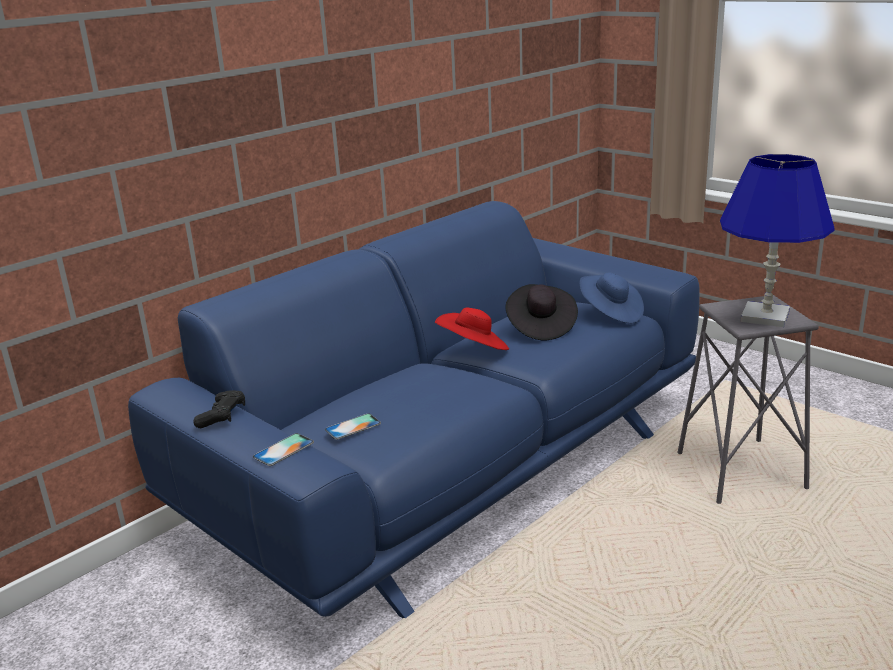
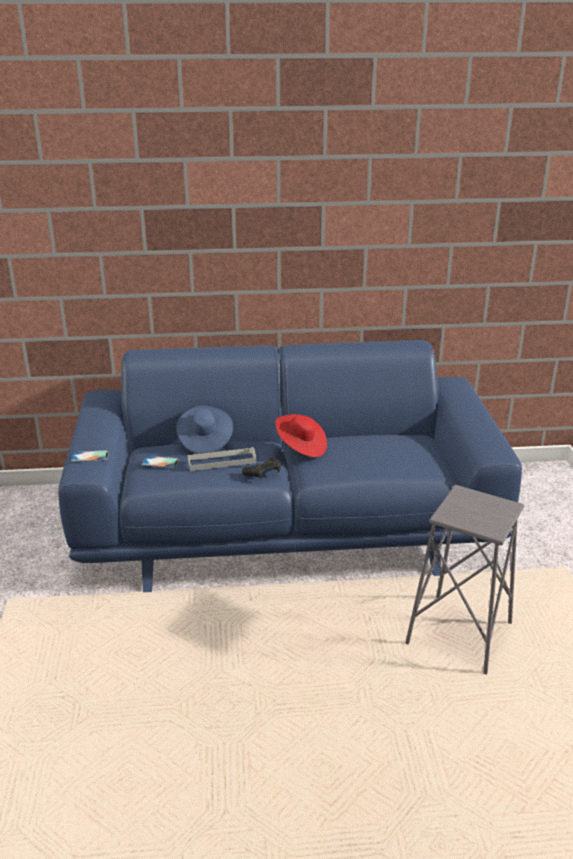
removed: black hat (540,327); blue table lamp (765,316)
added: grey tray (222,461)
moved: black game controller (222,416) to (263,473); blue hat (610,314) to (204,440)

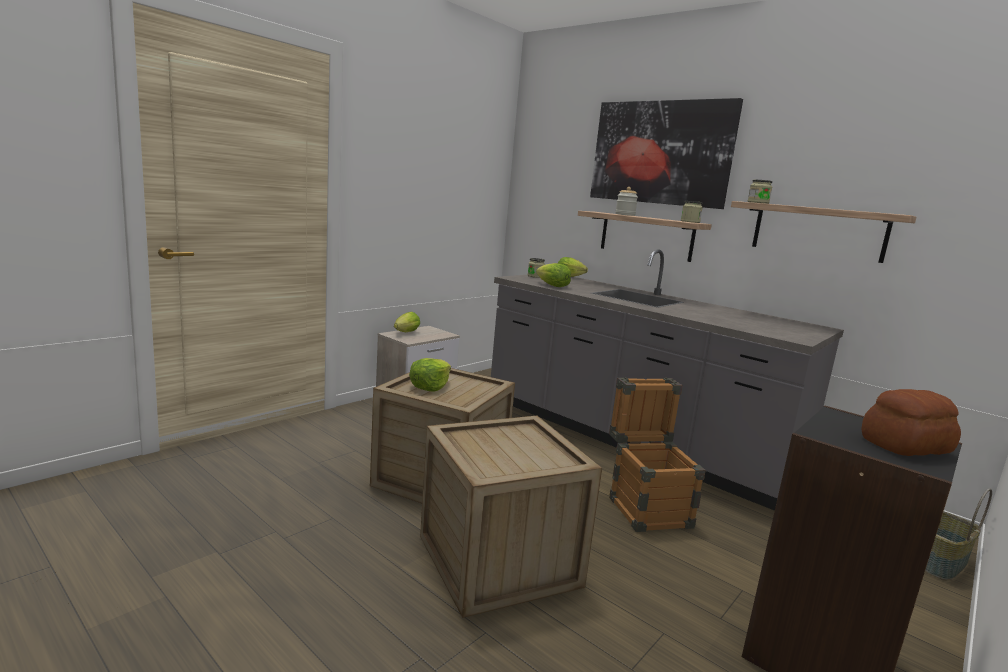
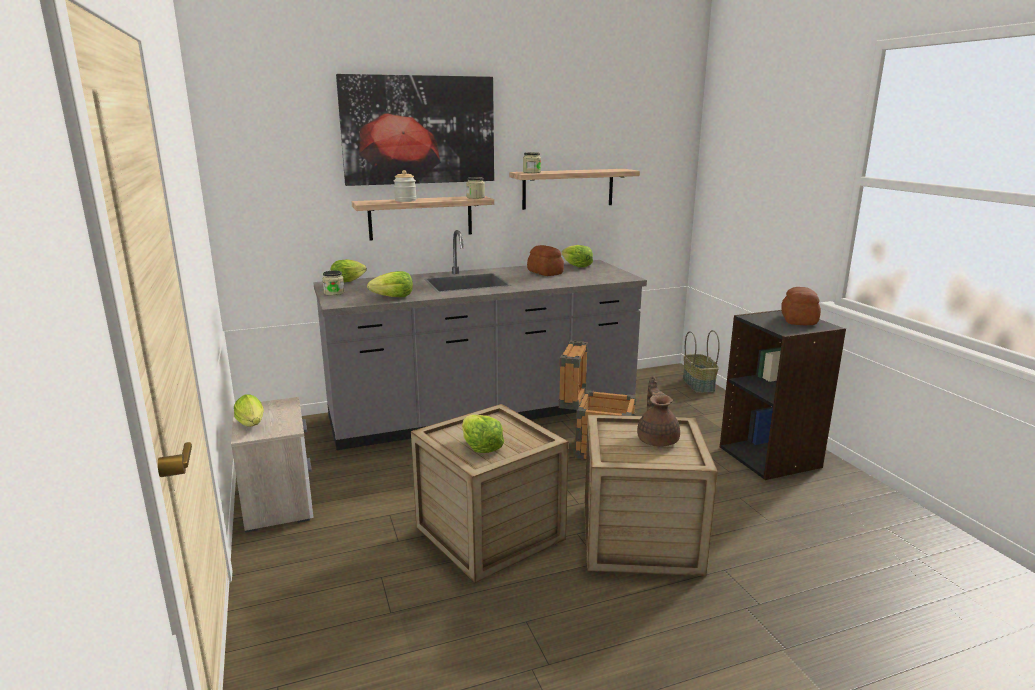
added: bread (545,272); lettuce (576,266); brown teapot (657,439)

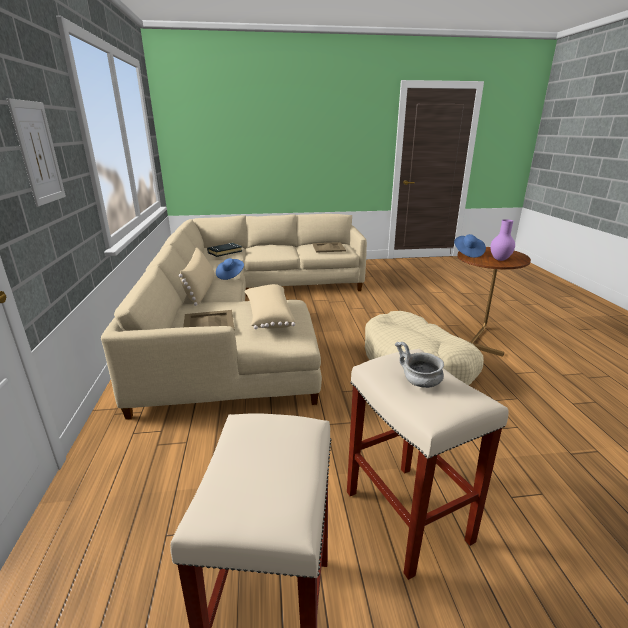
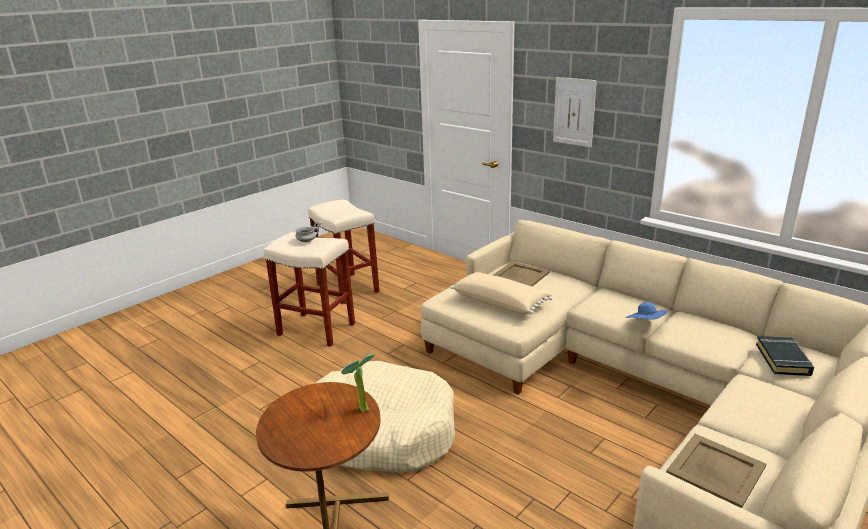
removed: beige pillow (200,290); purple vase (499,259)
replaced: blue hat (468,253) to potted plant (361,409)

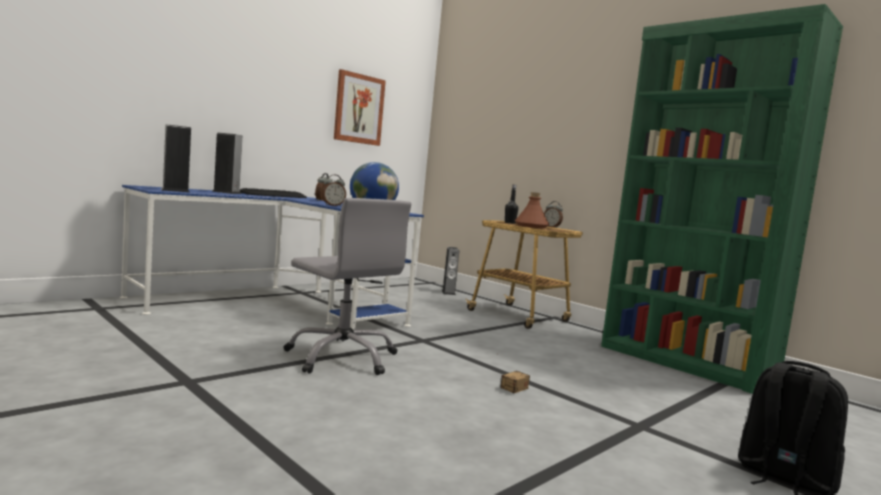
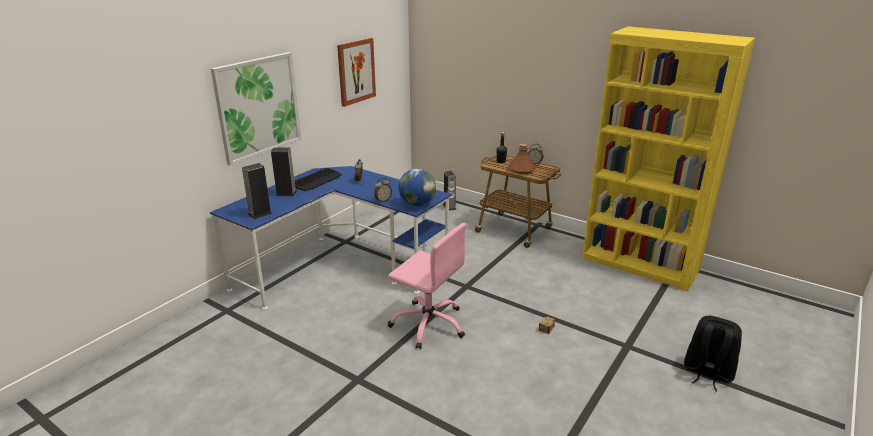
added: picture (258,107)
recoloured: grey office chair (342,357) to pink office chair (429,324); green bookcase (686,363) to yellow bookcase (640,264)

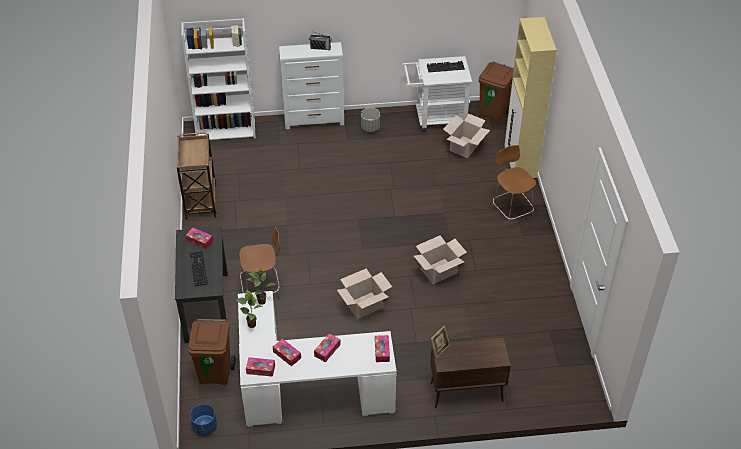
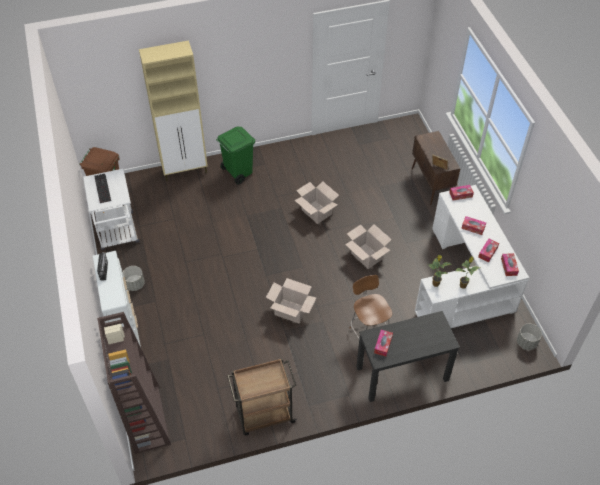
removed: brown trash can (216,373); keyboard (197,268)
moved: cardboard box (464,147) to (291,311)
replaced: brown chair (511,211) to green trash can (238,172)
recoloured: white bookcase (226,129) to brown bookcase (146,418); blue planter (204,427) to grey planter (526,343)

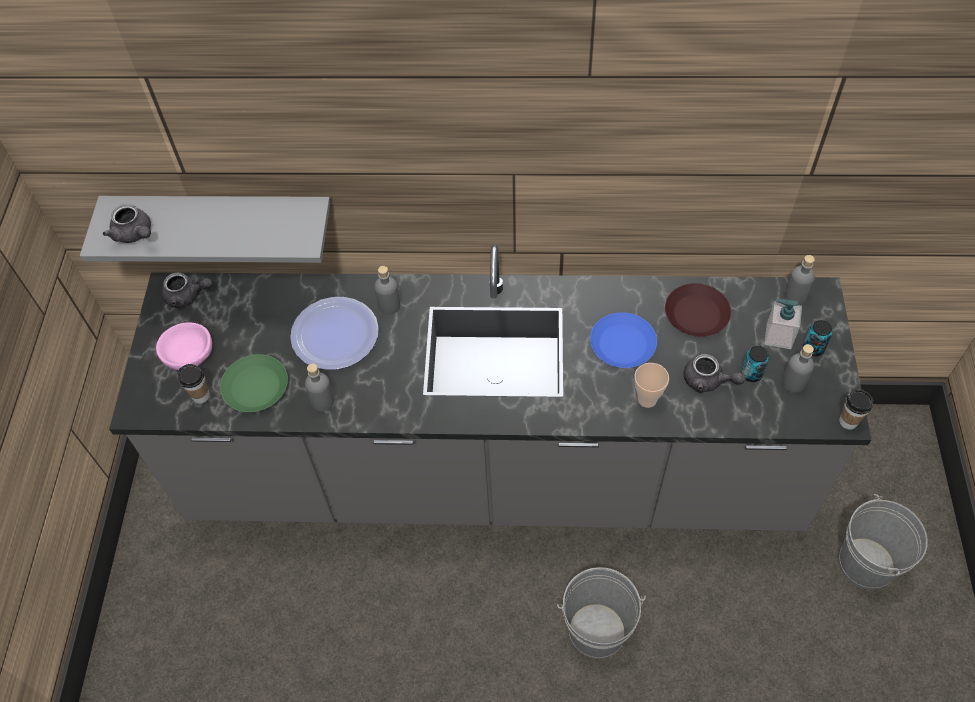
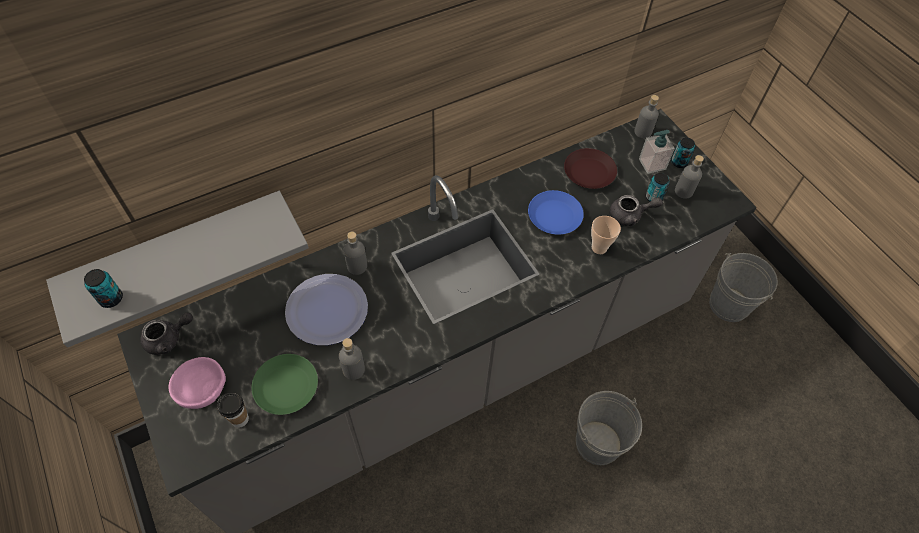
removed: cup (848,421)
replaced: grey teapot (135,234) to can (111,298)

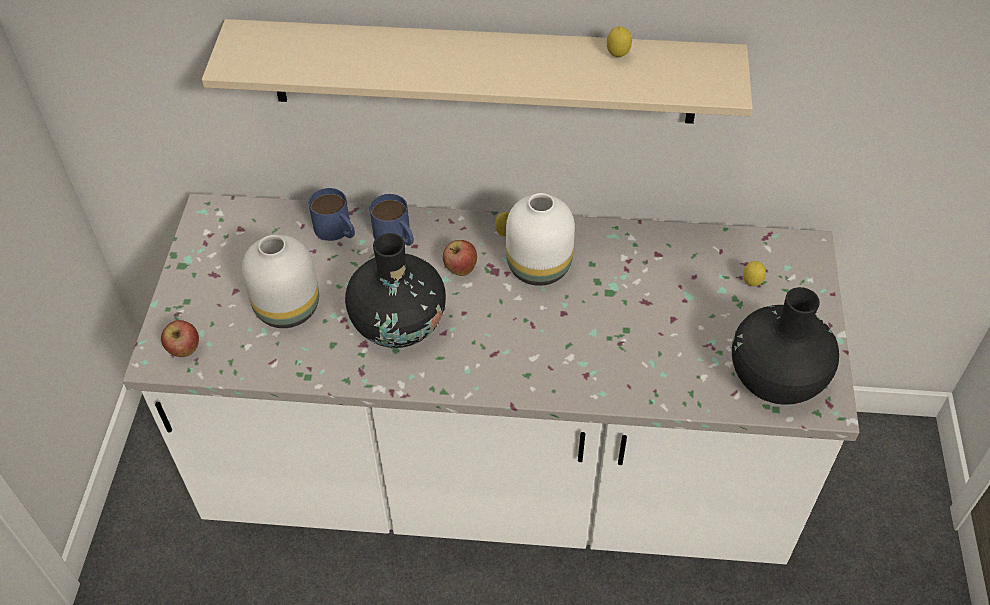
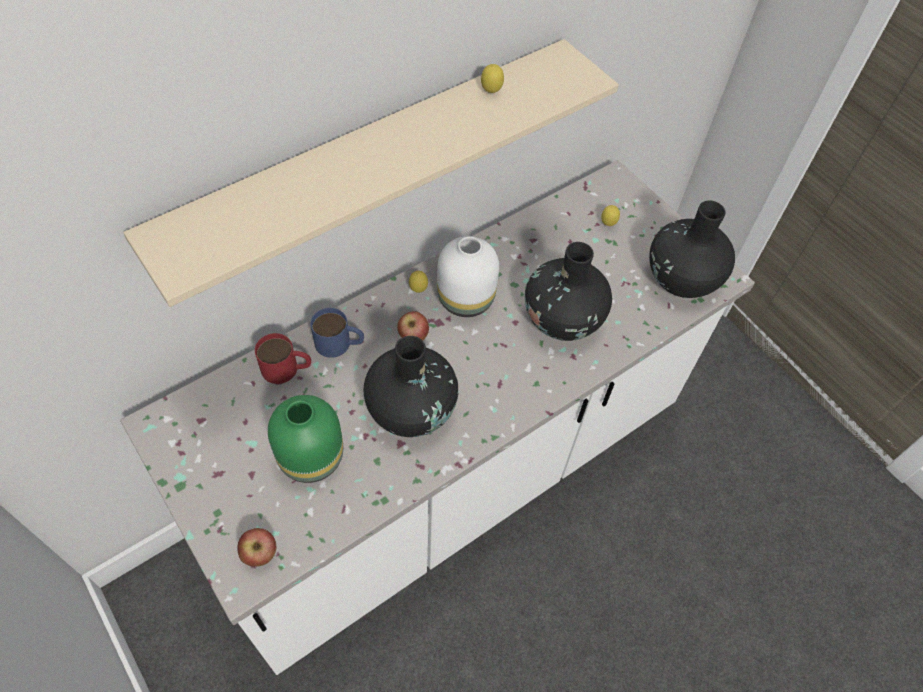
added: black vase (562,319)
recoloured: white vase (288,309) to green vase (312,458); blue mug (337,231) to red mug (287,368)

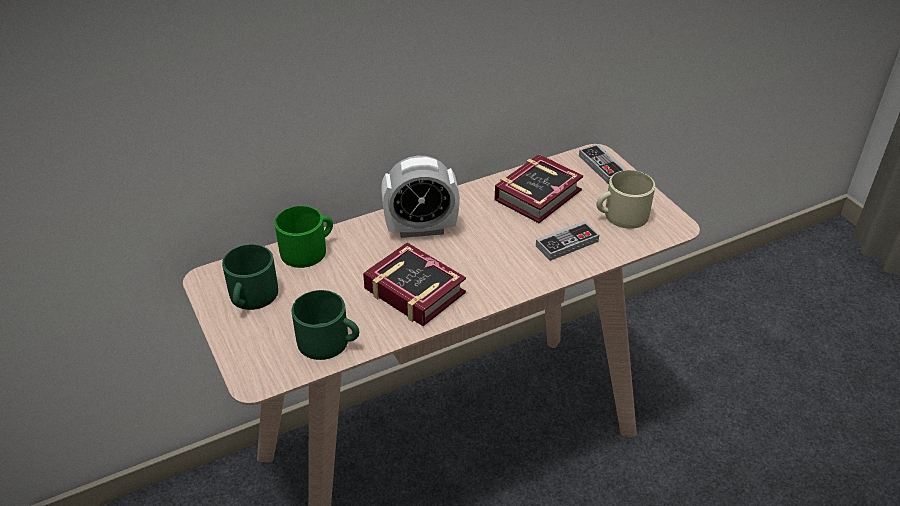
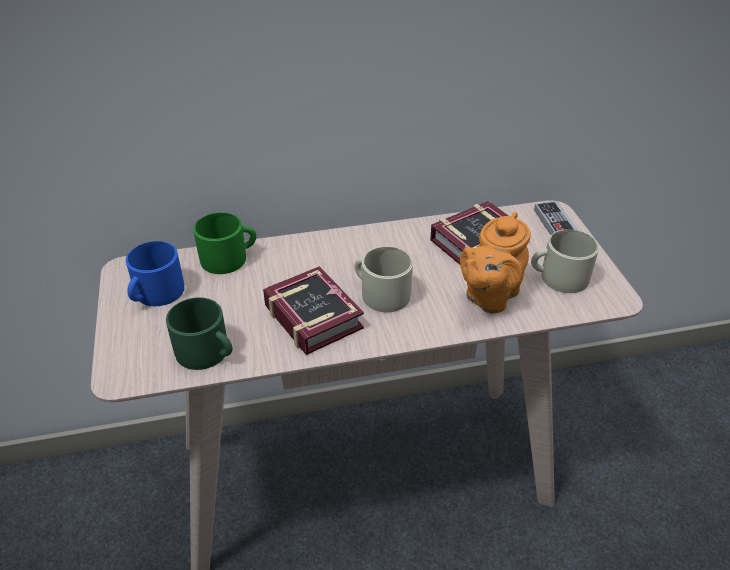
removed: alarm clock (421,229)
added: beige mug (380,293)
replaced: game controller (567,243) to orange teapot (489,296)
recoloured: green mug (251,297) to blue mug (155,294)

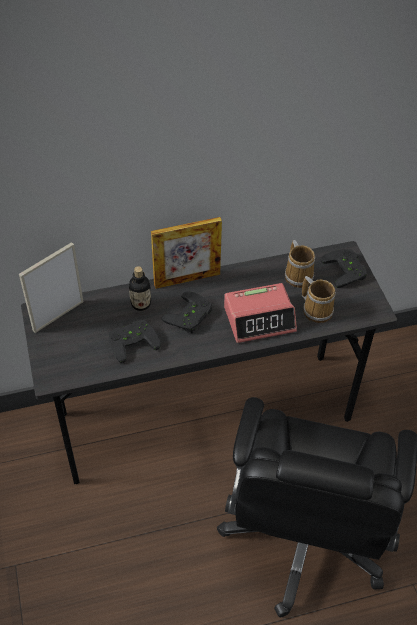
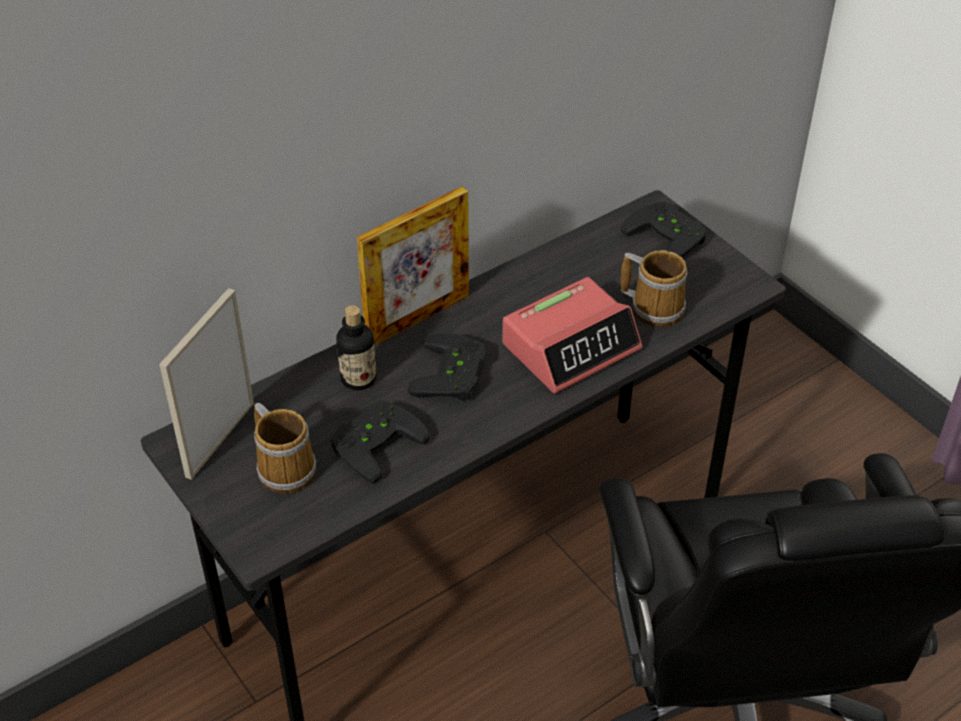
moved: mug (299,275) to (286,468)

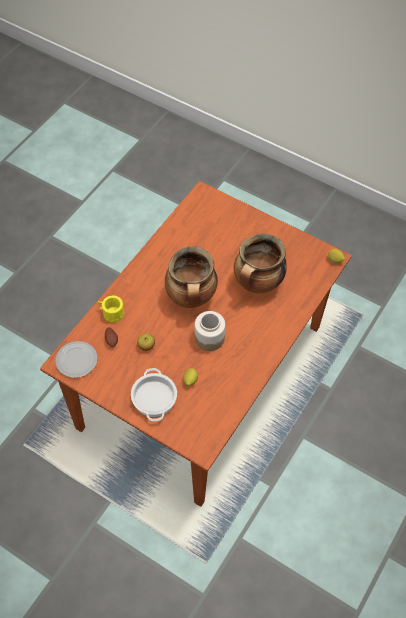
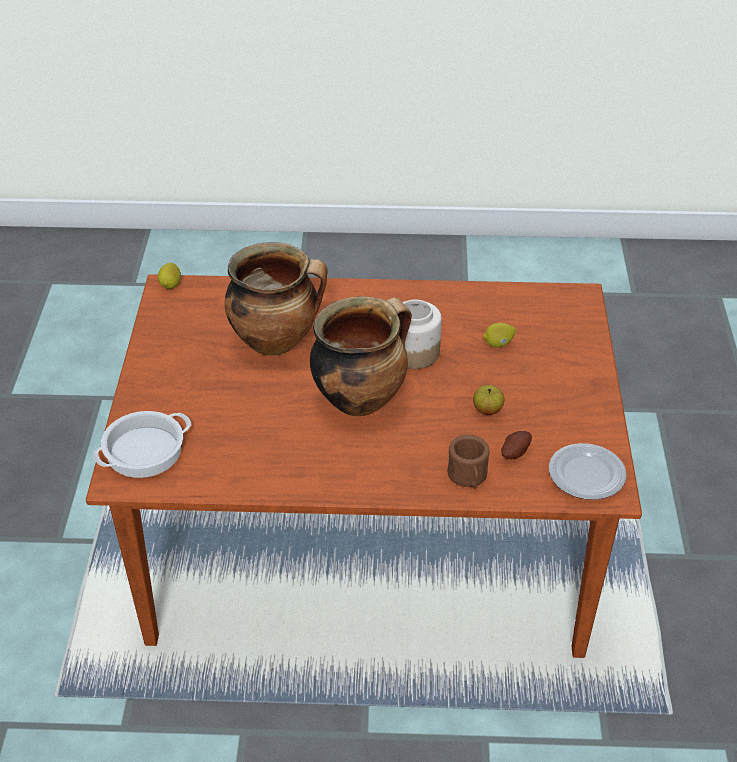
moved: cooking pot (153,397) to (144,452)
recoloured: yellow mug (111,313) to brown mug (468,477)

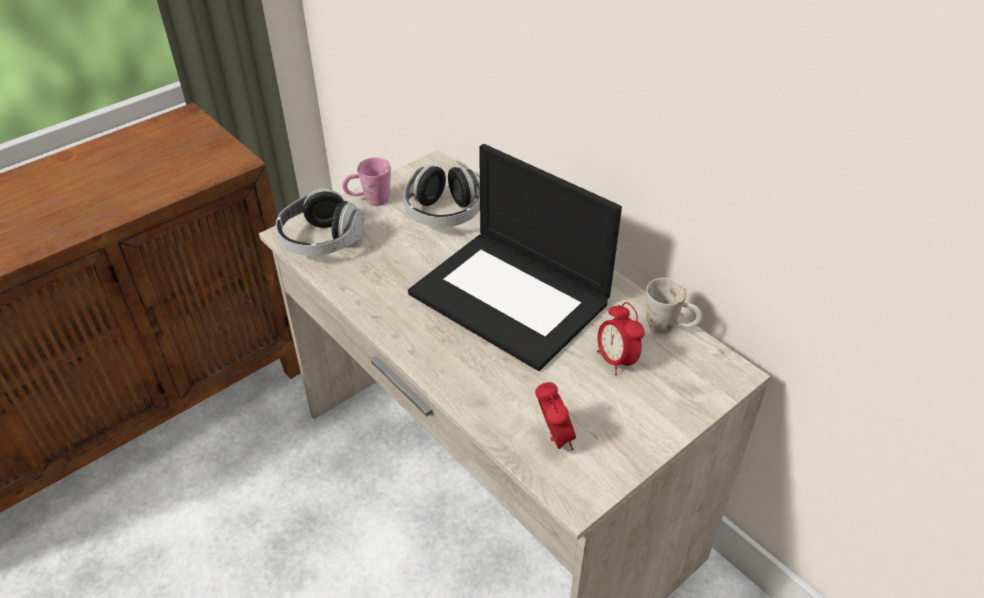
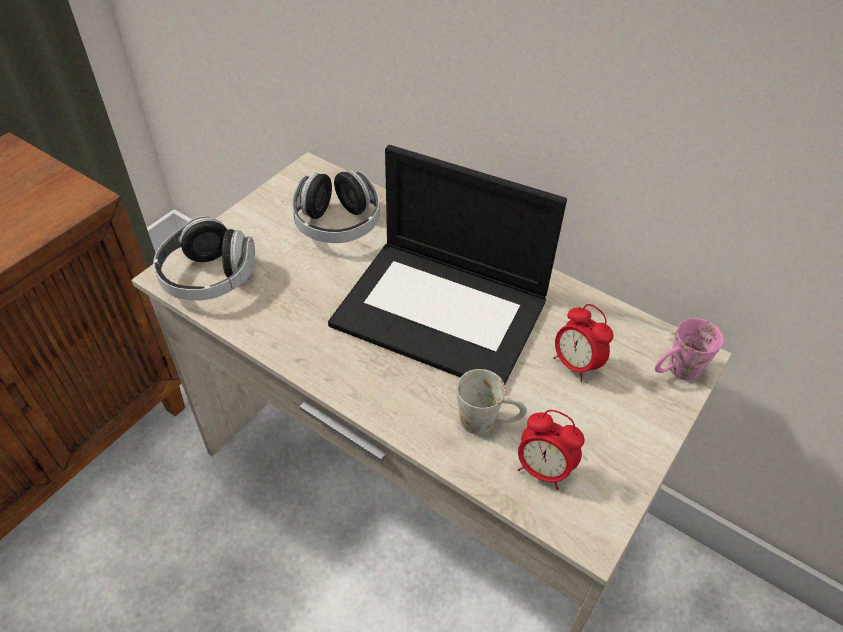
moved: pink mug (369,200) to (675,372); white mug (669,326) to (488,422)
turned: alarm clock (554,438) = (543,470) 150 degrees clockwise

